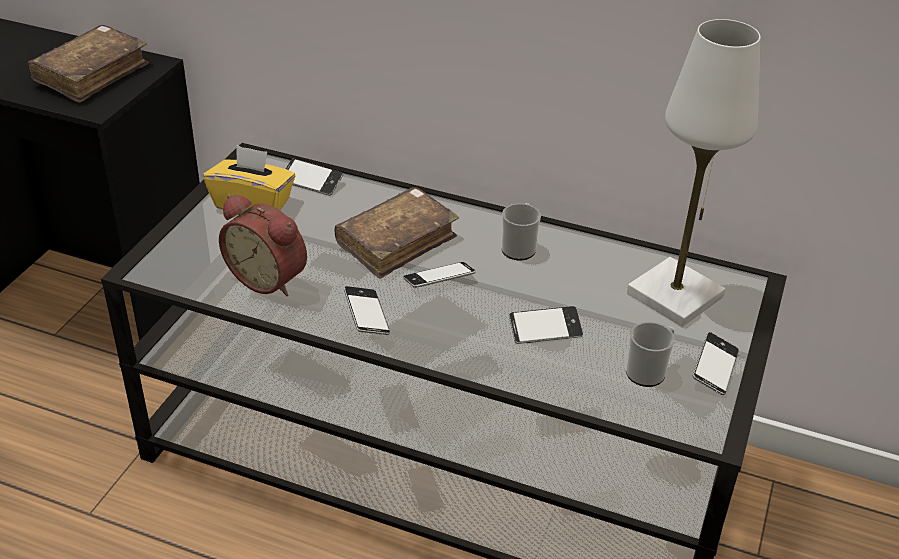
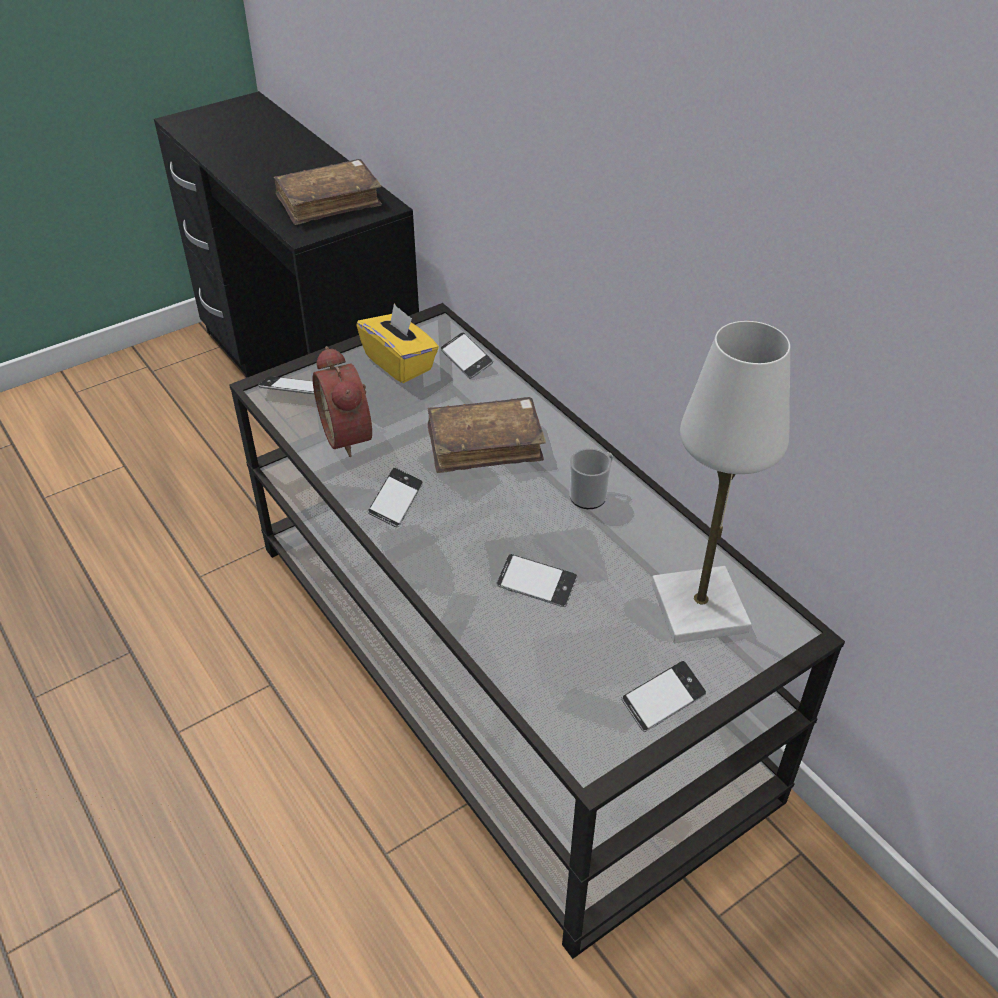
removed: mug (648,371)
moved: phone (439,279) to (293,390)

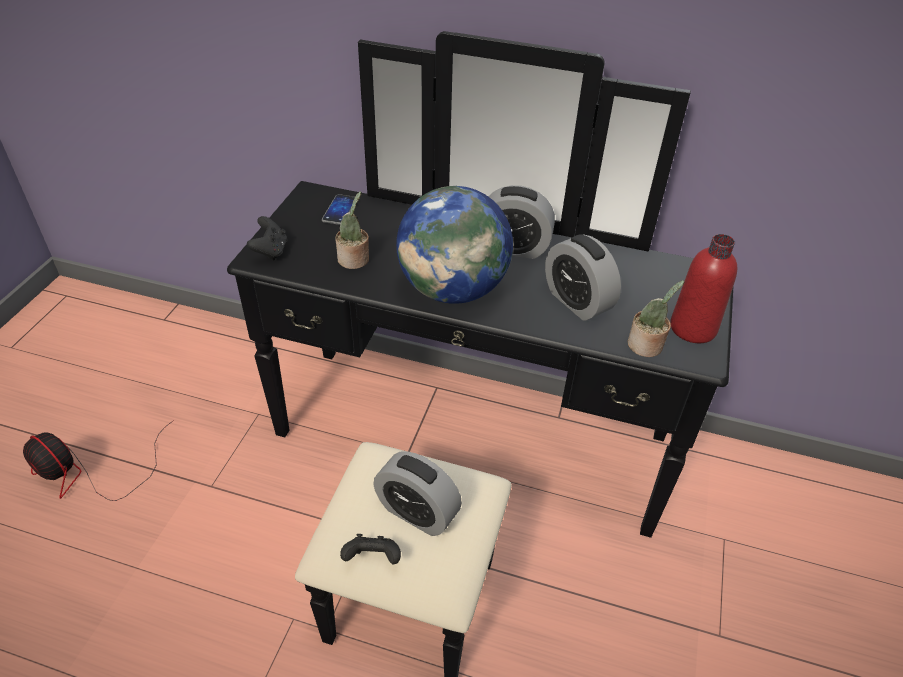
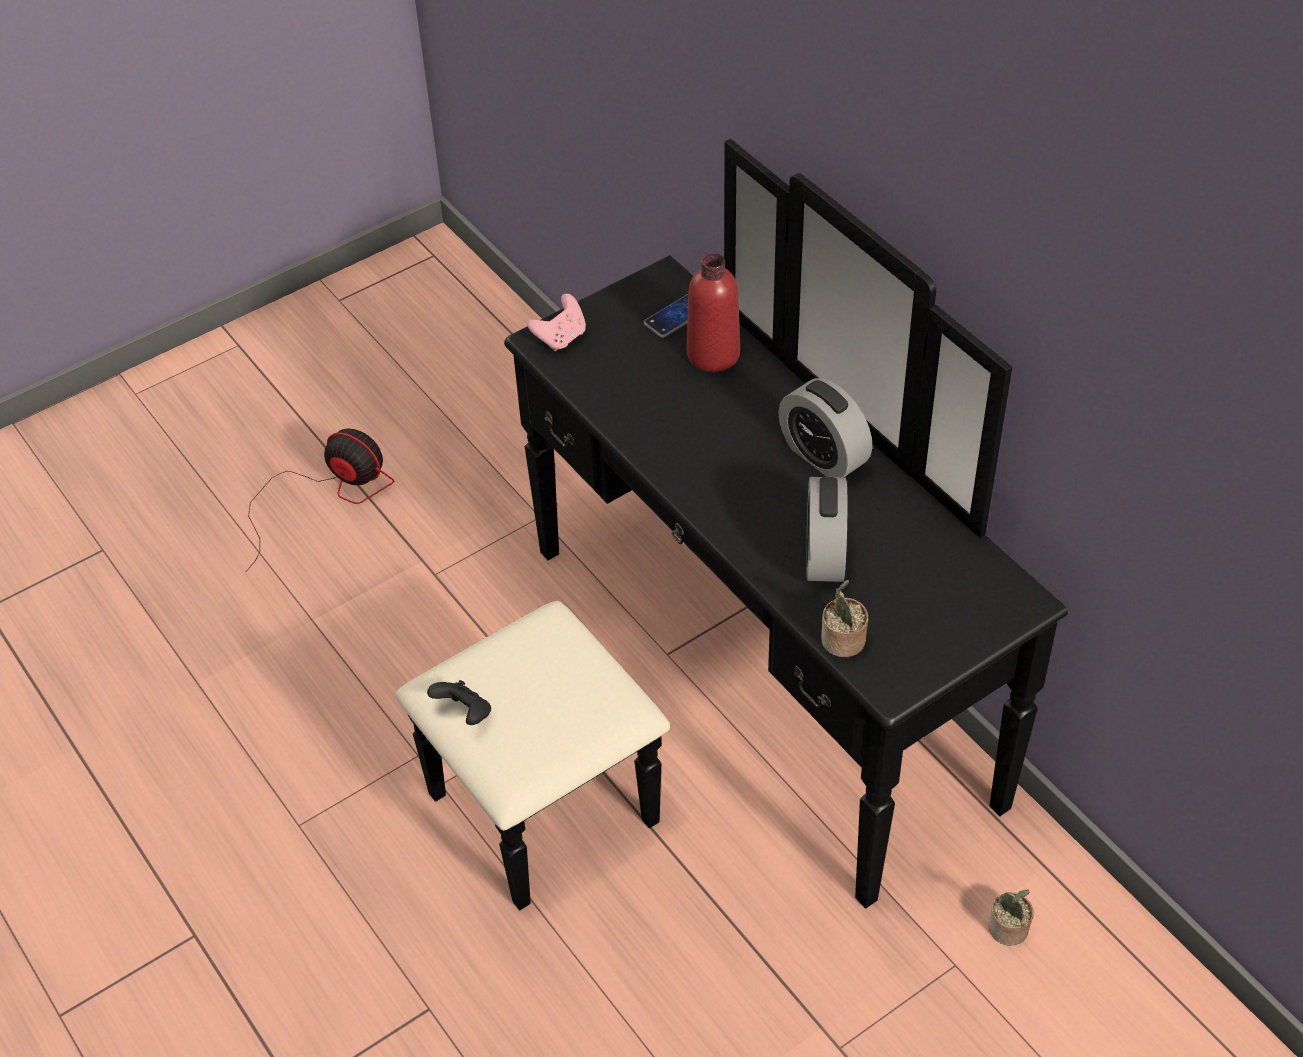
removed: alarm clock (417,512); globe (453,289)
moved: potted plant (354,260) to (1009,930); red bottle (693,328) to (713,354)
recoloured: black game controller (270,251) to pink game controller (561,338)
turned: fan (88,474) = (328,495) 135 degrees clockwise

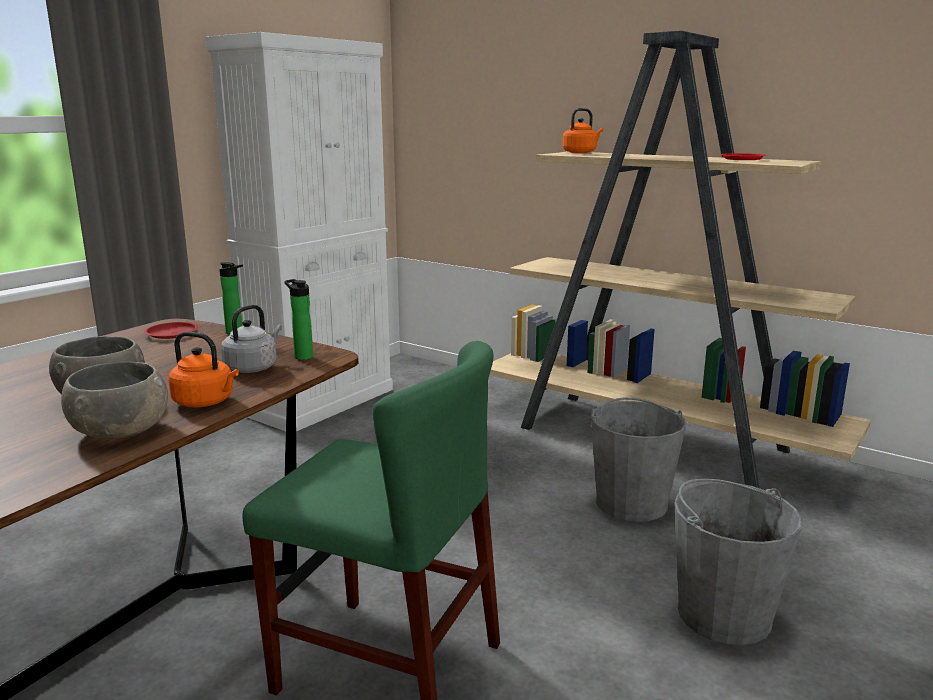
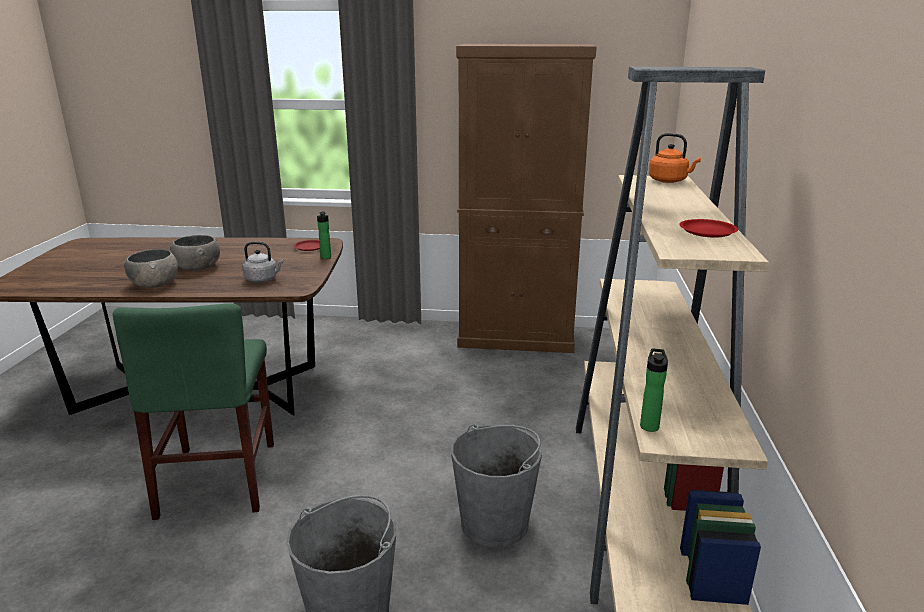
removed: orange kettle (206,402)
moved: bottle (302,356) to (649,425)
recoloured: white cabinet (321,402) to brown cabinet (516,338)

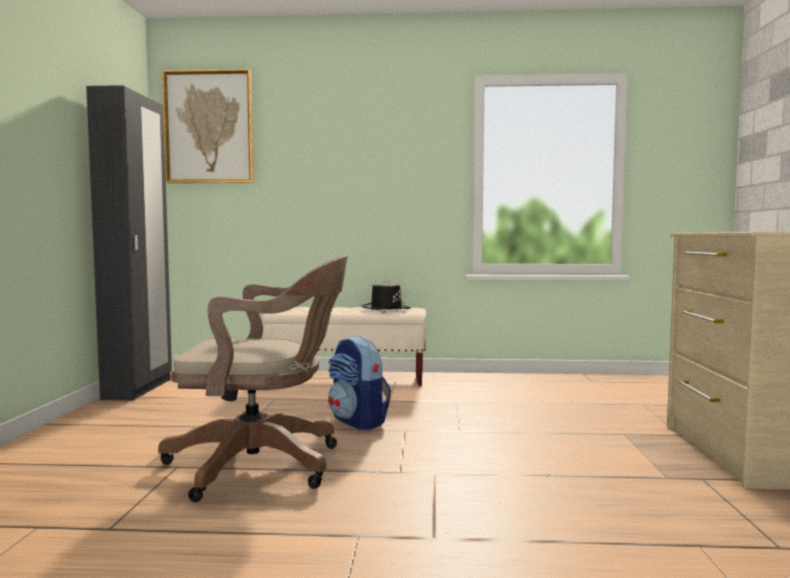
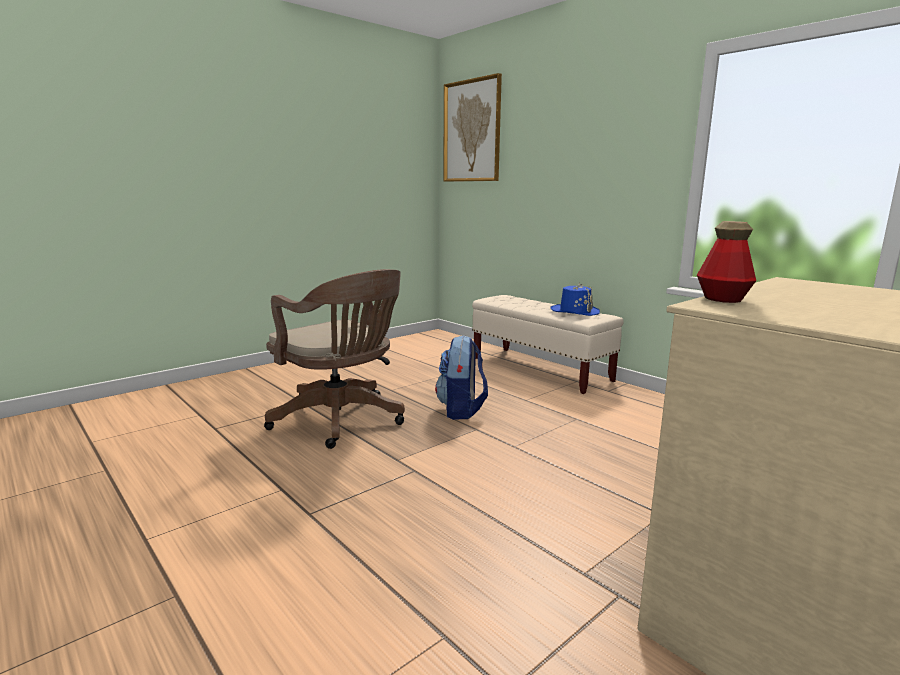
removed: black wardrobe (138,389)
added: bottle (722,299)
recoloured: black hat (385,308) to blue hat (575,311)

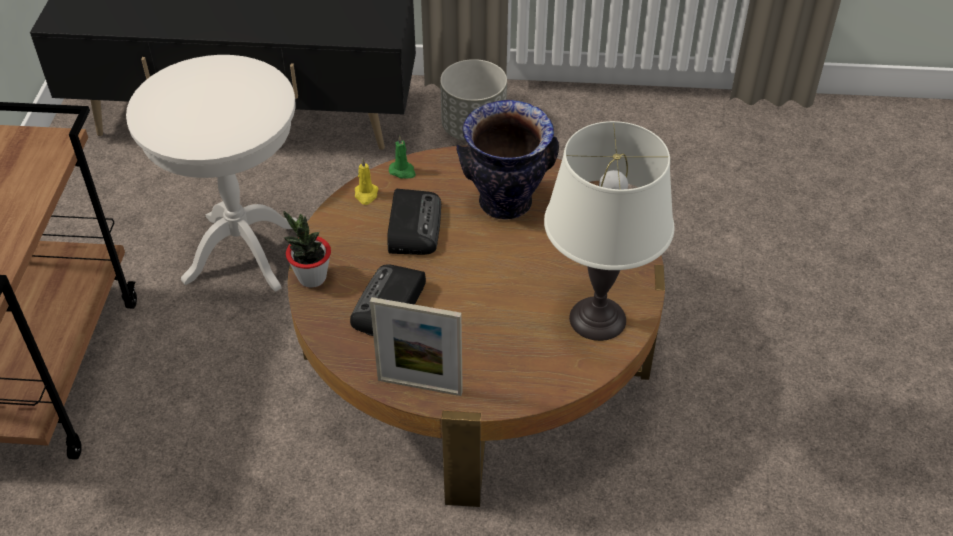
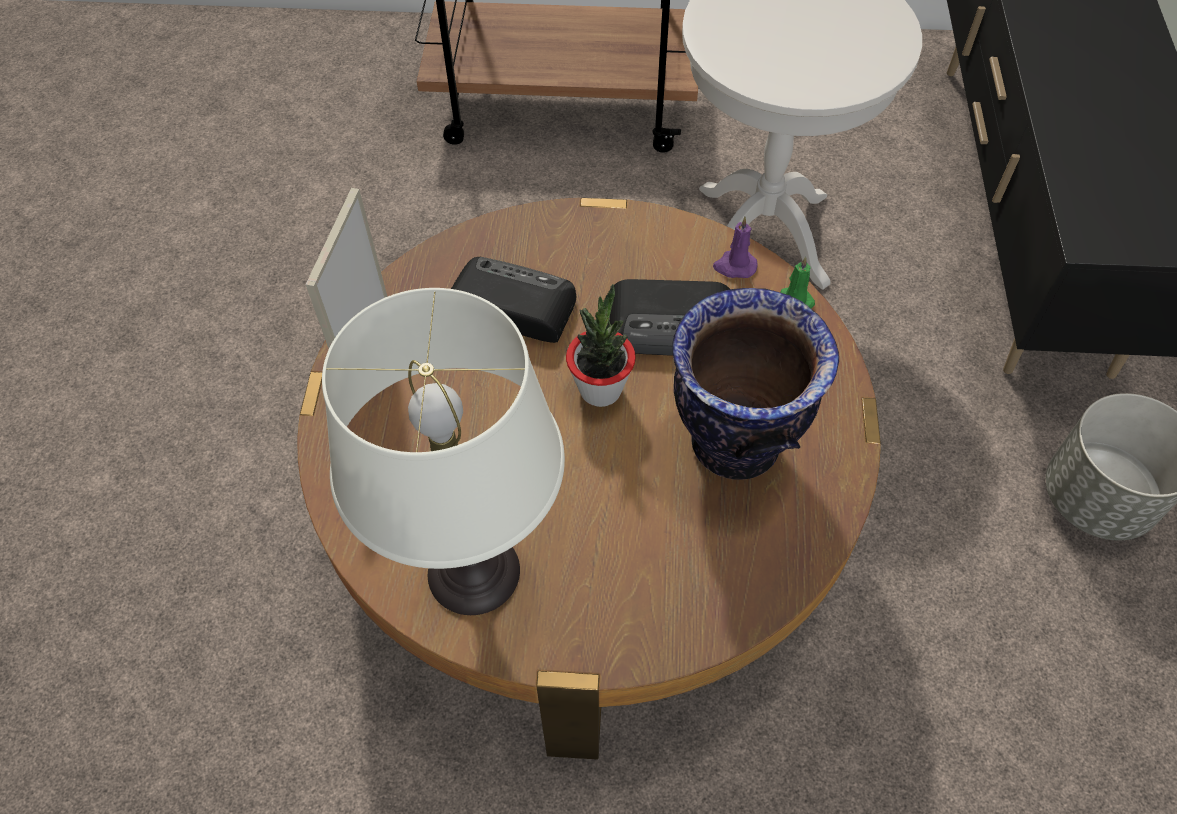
moved: potted plant (312,278) to (600,389)
recoloured: yellow candle (366,195) to purple candle (734,266)

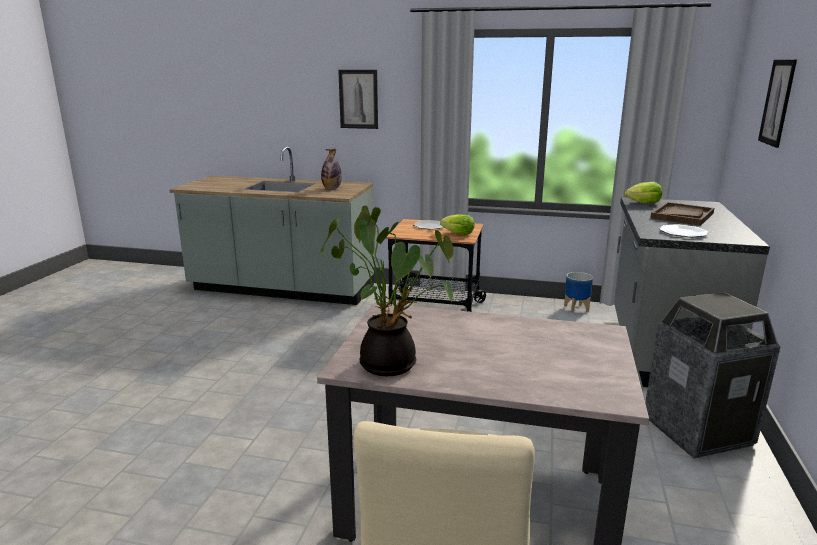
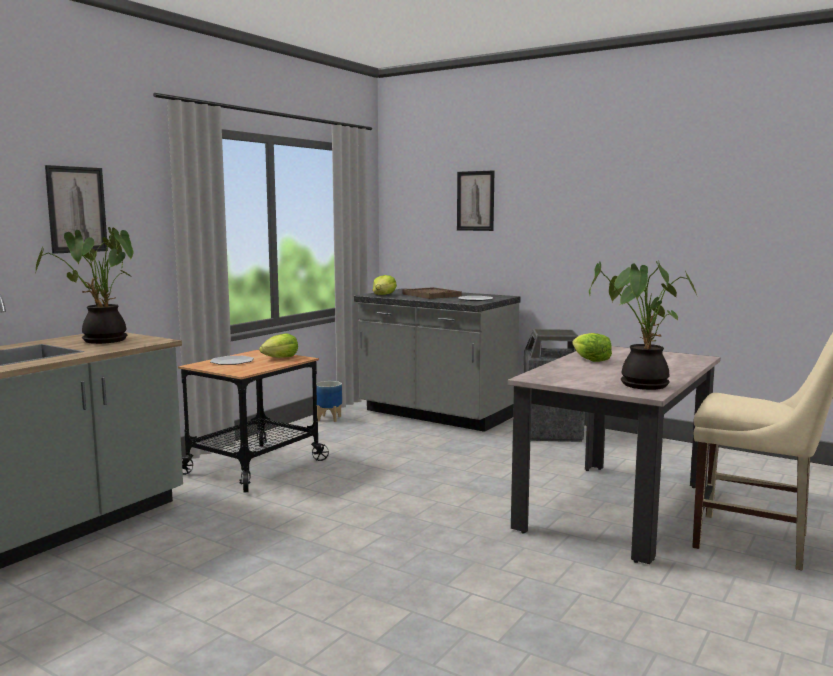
added: lettuce (590,360)
replaced: bottle (331,188) to potted plant (100,341)

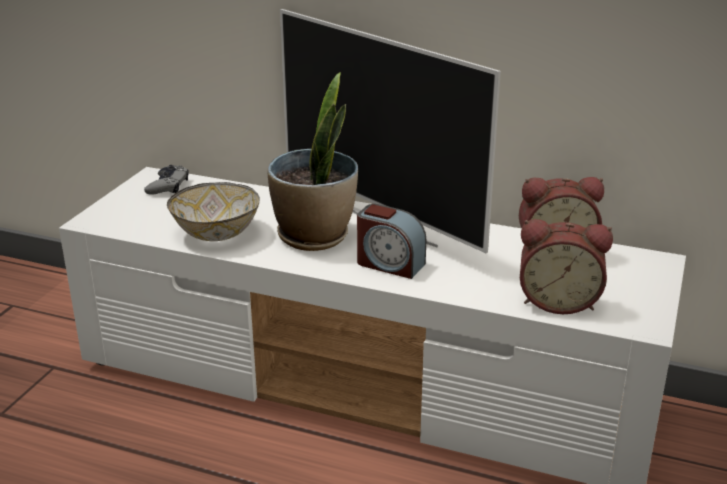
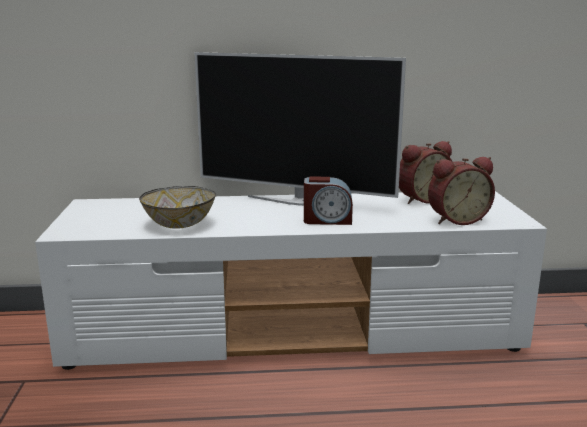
removed: grey game controller (168,186); potted plant (315,236)

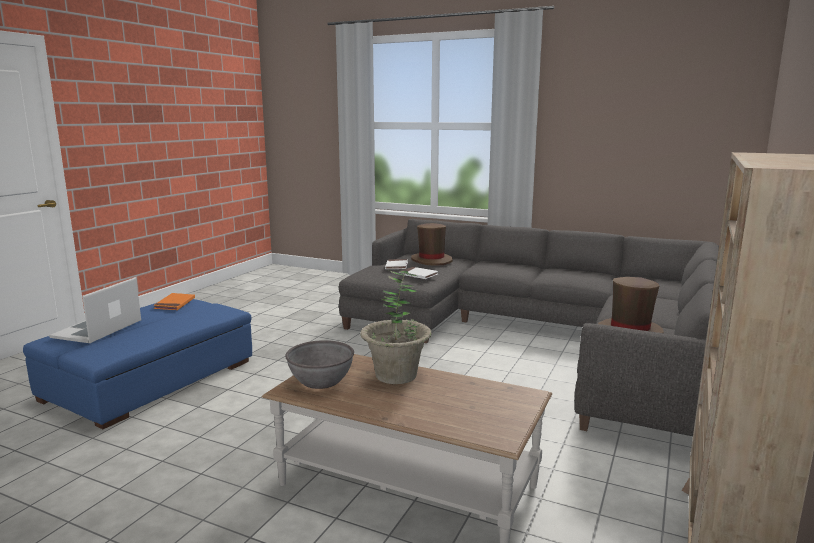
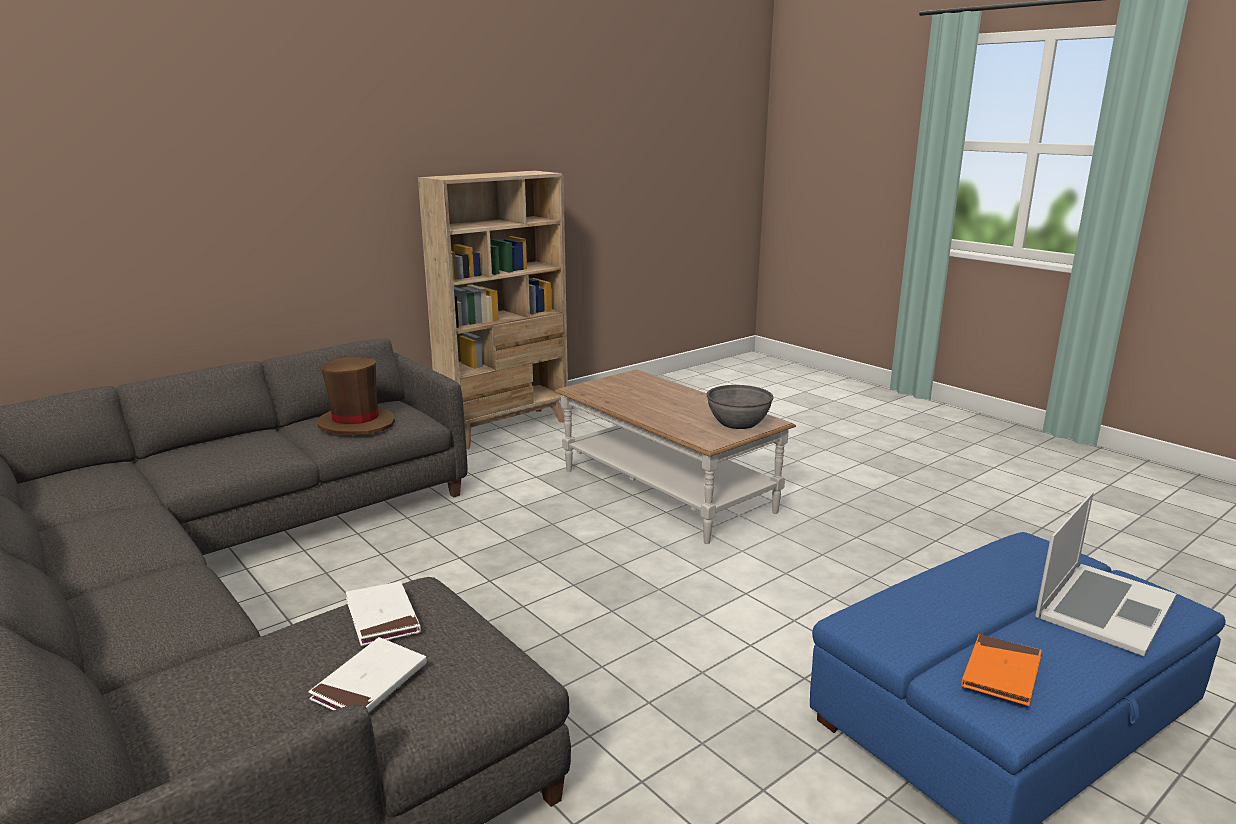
removed: potted plant (396,375); brown hat (431,260)

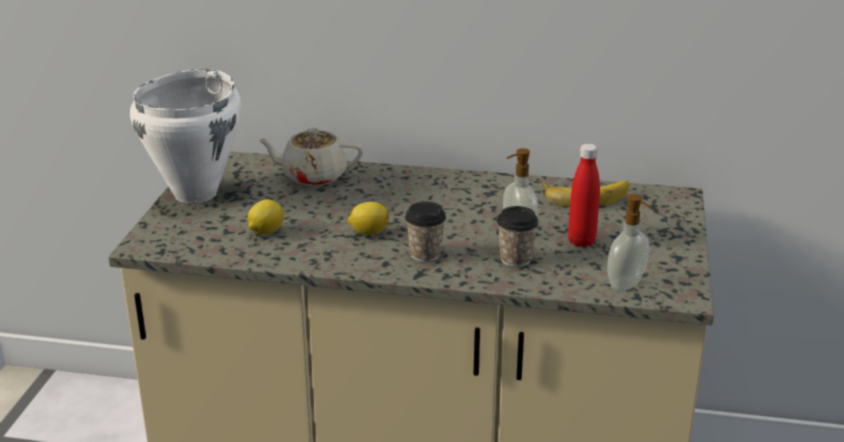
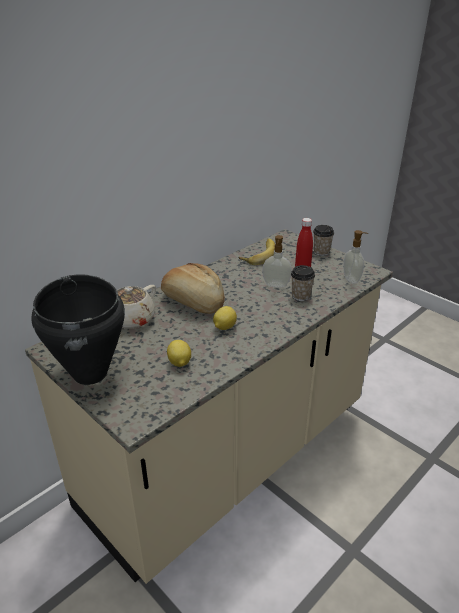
added: bread (193,302)
moved: cup (425,254) to (321,252)
recoloured: white cooking pot (196,194) to black cooking pot (91,373)

